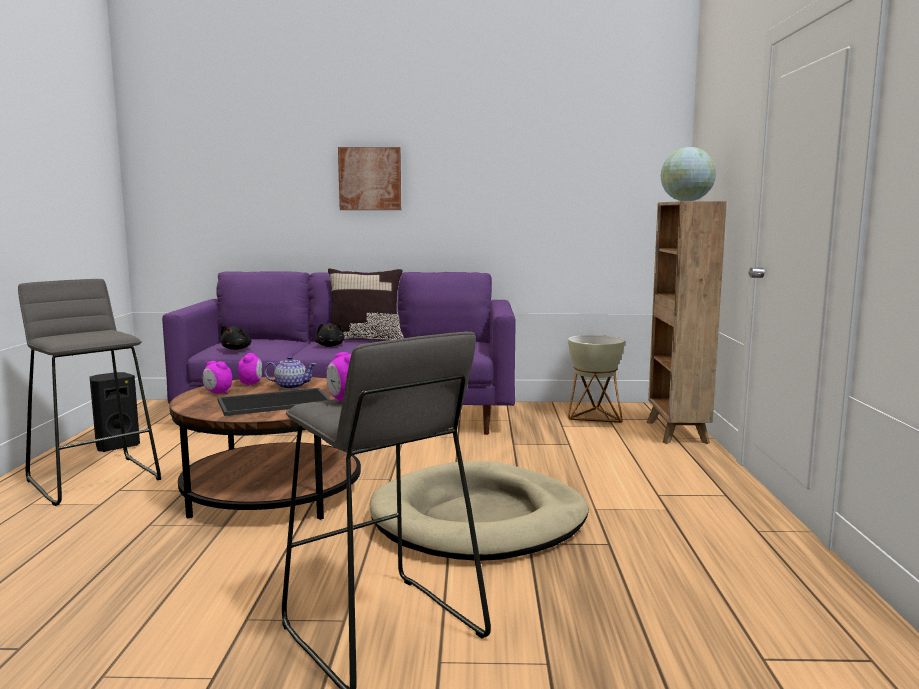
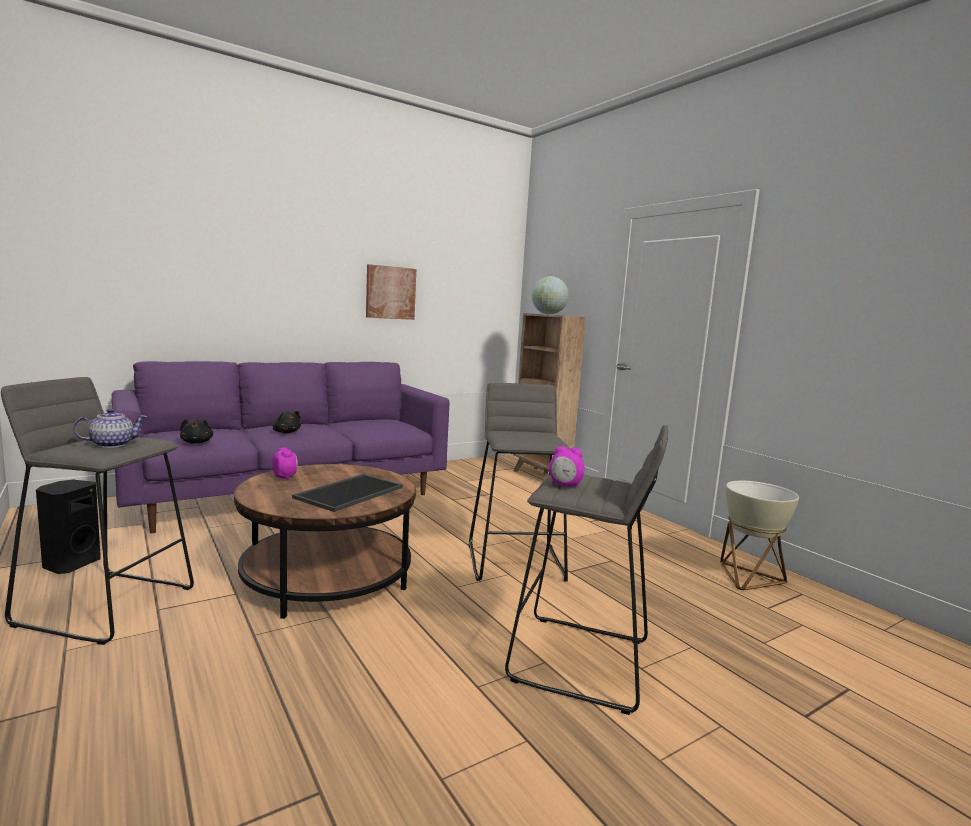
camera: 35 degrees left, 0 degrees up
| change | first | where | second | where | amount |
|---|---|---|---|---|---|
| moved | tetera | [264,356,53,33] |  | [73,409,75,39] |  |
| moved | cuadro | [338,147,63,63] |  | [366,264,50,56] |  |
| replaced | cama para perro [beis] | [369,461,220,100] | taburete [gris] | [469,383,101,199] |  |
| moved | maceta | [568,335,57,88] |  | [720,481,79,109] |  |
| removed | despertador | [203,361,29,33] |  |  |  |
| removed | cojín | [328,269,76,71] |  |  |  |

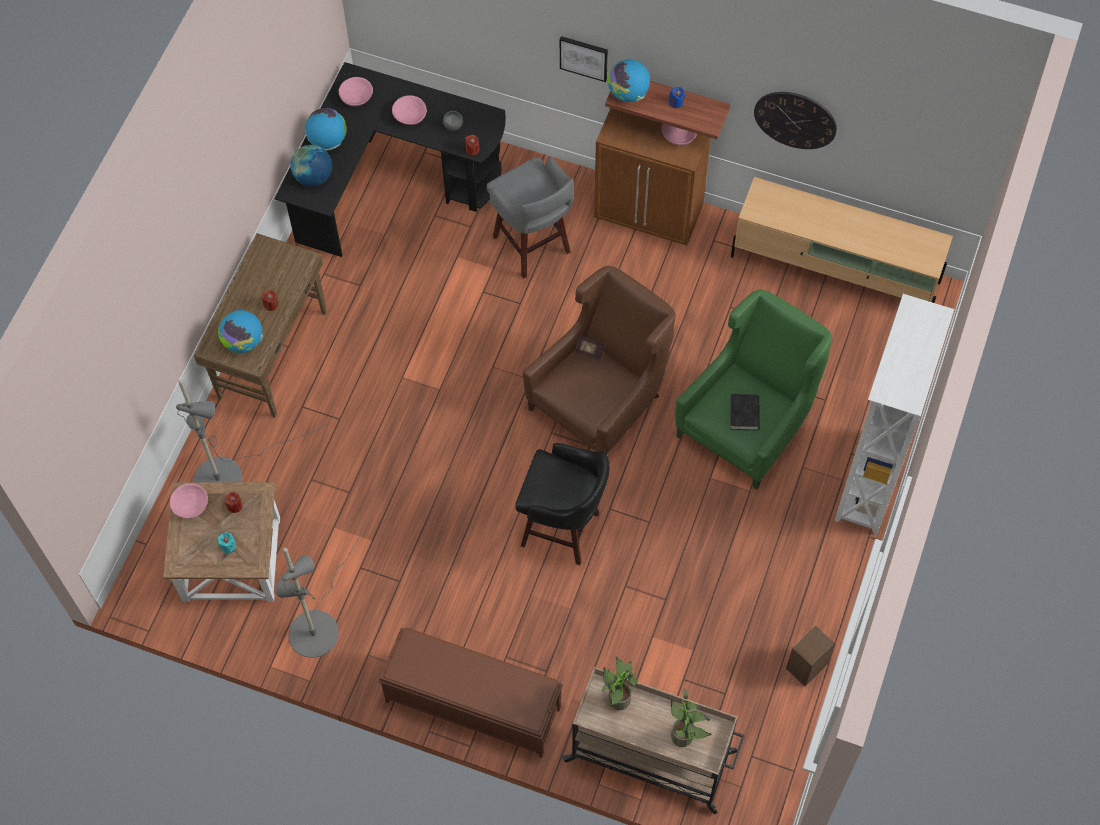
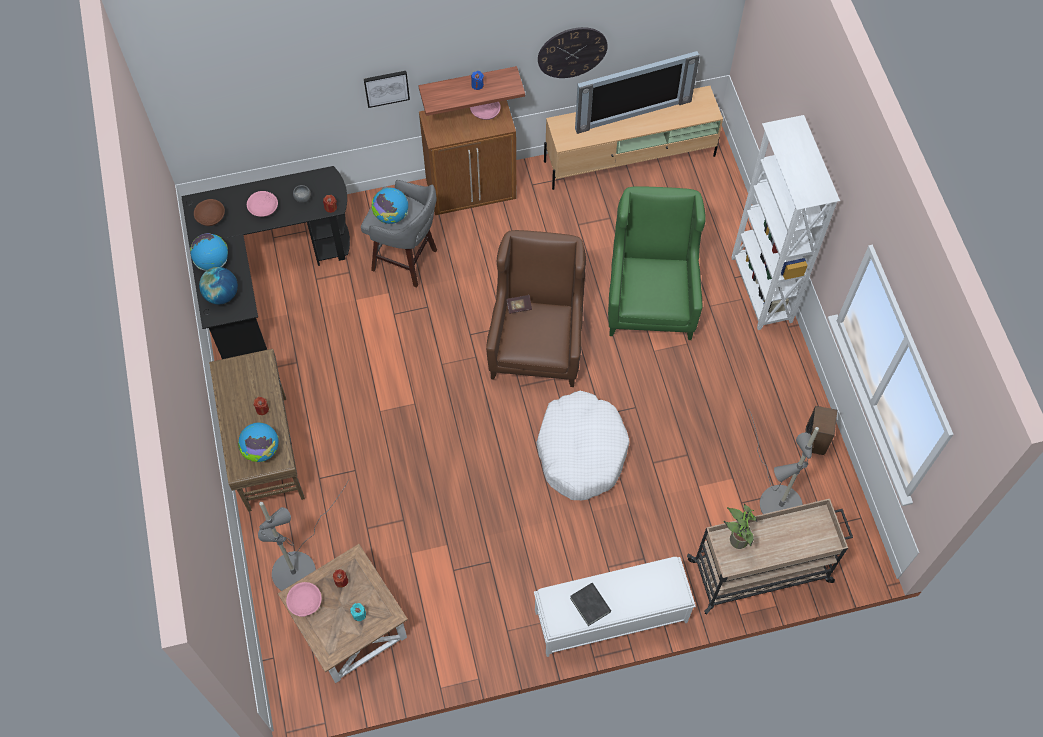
camera: 35 degrees left, 0 degrees up
| change | first | where | second | where | amount |
|---|---|---|---|---|---|
| recoloured | cuenco [rosa] | [338,77,35,29] | cuenco [marrón] | [194,199,31,27] |  |
| moved | globo terráqueo | [607,59,43,43] |  | [372,188,36,36] |  |
| recoloured | banco [marrón] | [378,628,185,130] | banco [blanco] | [534,557,162,100] |  |
| replaced | taburete [negro] | [515,443,95,122] | cama para perro [blanco] | [536,391,93,109] |  |
| moved | libro [negro] | [730,394,30,36] |  | [570,583,41,43] |  |
| added |  |  | televisor | [575,51,125,83] |  |
| moved | lámpara de pie [gris] | [275,525,90,133] |  | [749,410,70,104] |  |
| removed | planta en maceta | [671,688,41,59] |  |  |  |

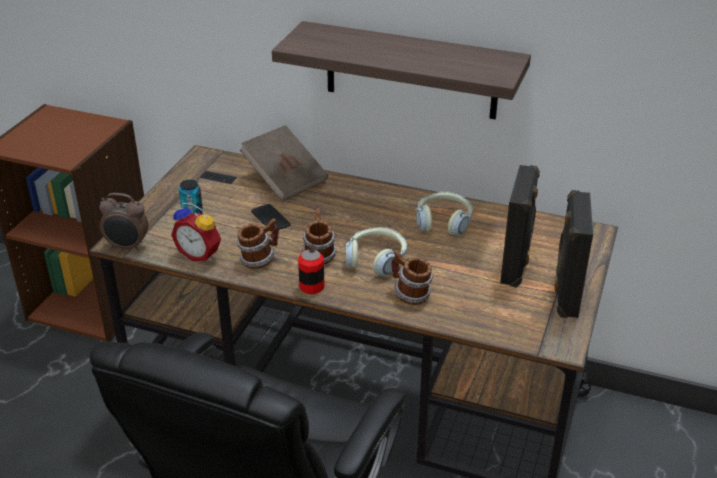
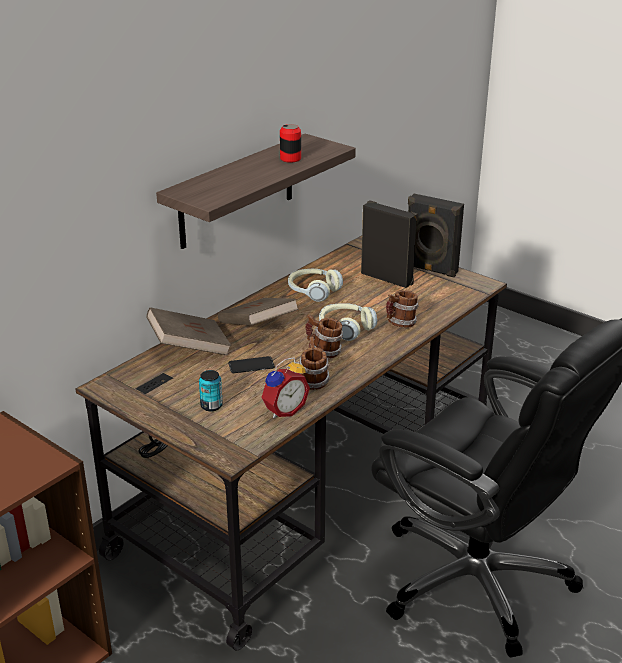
camera: 70 degrees left, 5 degrees down
| change | first | where | second | where | amount |
|---|---|---|---|---|---|
| added |  |  | libro [marrón] | [218,298,81,27] |  |
| moved | lata | [298,249,27,45] |  | [280,124,21,39] |  |
| removed | despertador | [99,193,49,58] |  |  |  |

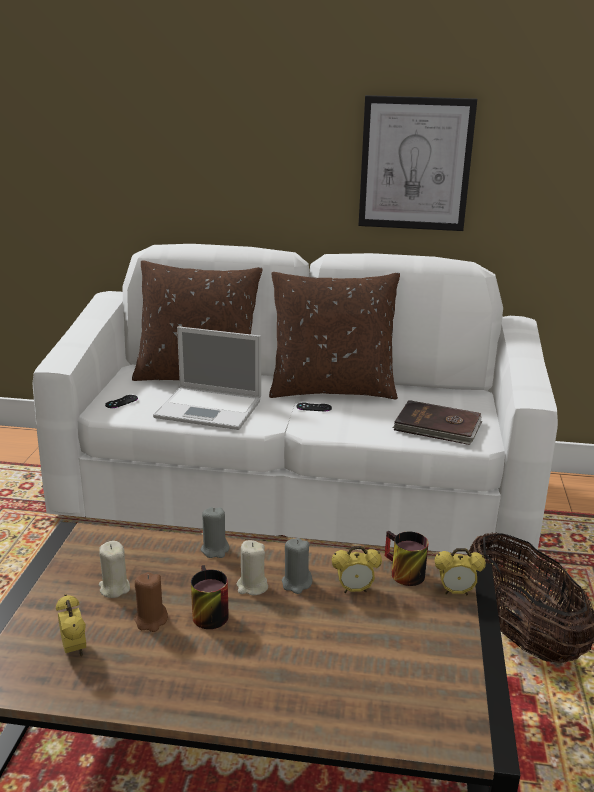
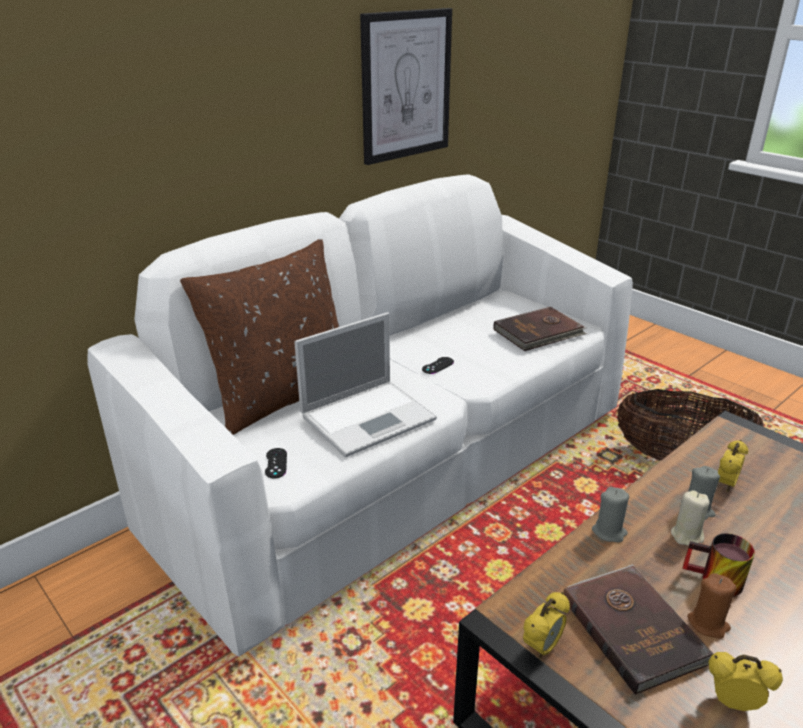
camera: 50 degrees left, 5 degrees up
| change | first | where | second | where | amount |
|---|---|---|---|---|---|
| moved | despertador | [434,548,52,47] |  | [523,592,47,67] |  |
| replaced | vela [beis] | [99,541,31,57] | libro [marrón] | [563,564,150,131] |  |
| removed | cojín [marrón] | [269,272,131,127] |  |  |  |
| removed | taza grande | [385,531,44,55] |  |  |  |

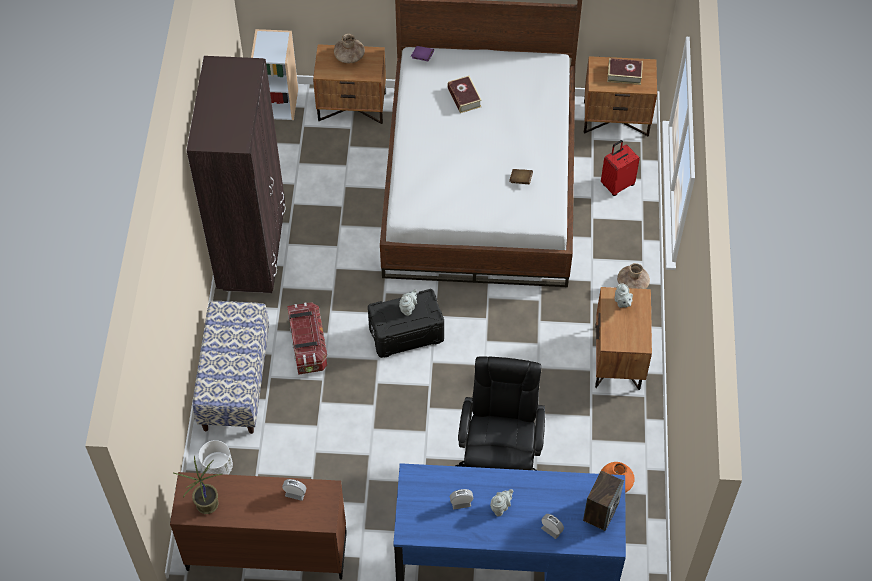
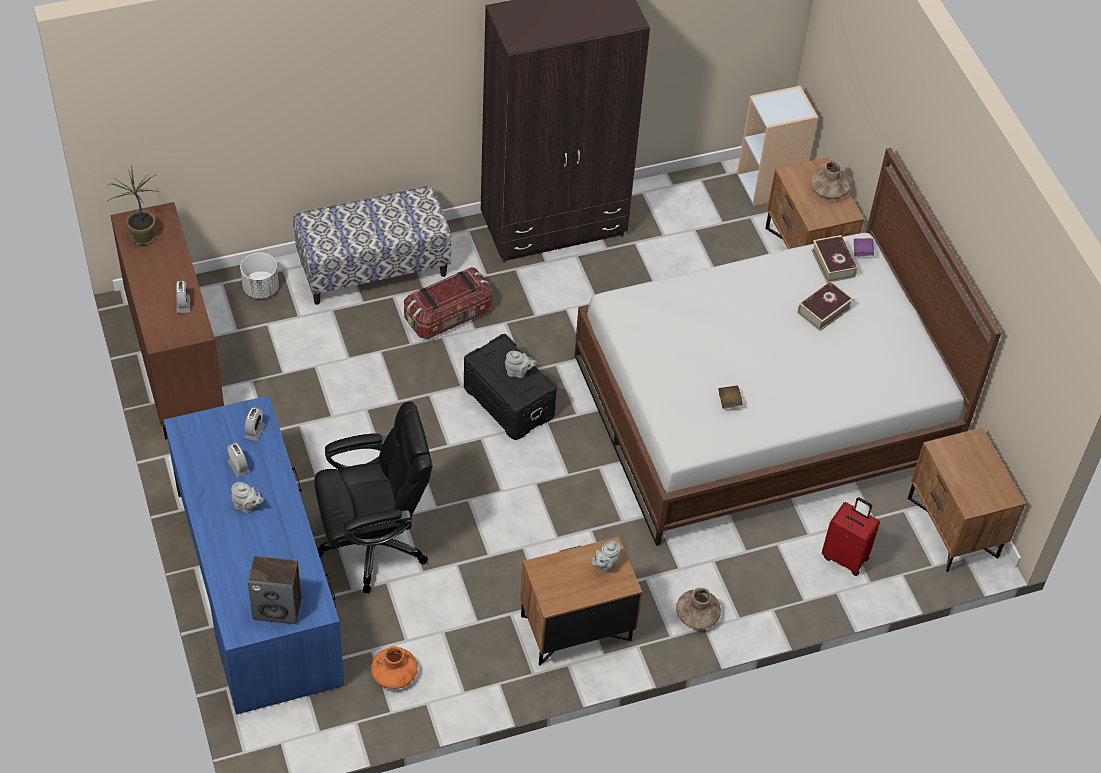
camera: 65 degrees right, 5 degrees down
| change | first | where | second | where | amount |
|---|---|---|---|---|---|
| moved | despertador | [541,514,23,25] |  | [244,407,21,34] |  |
| moved | libro | [607,58,36,27] |  | [811,235,46,48] |  |

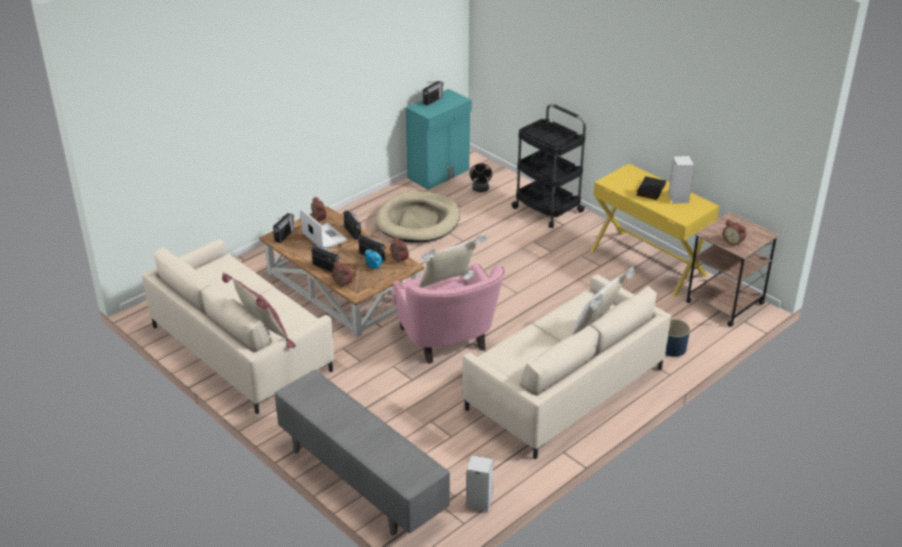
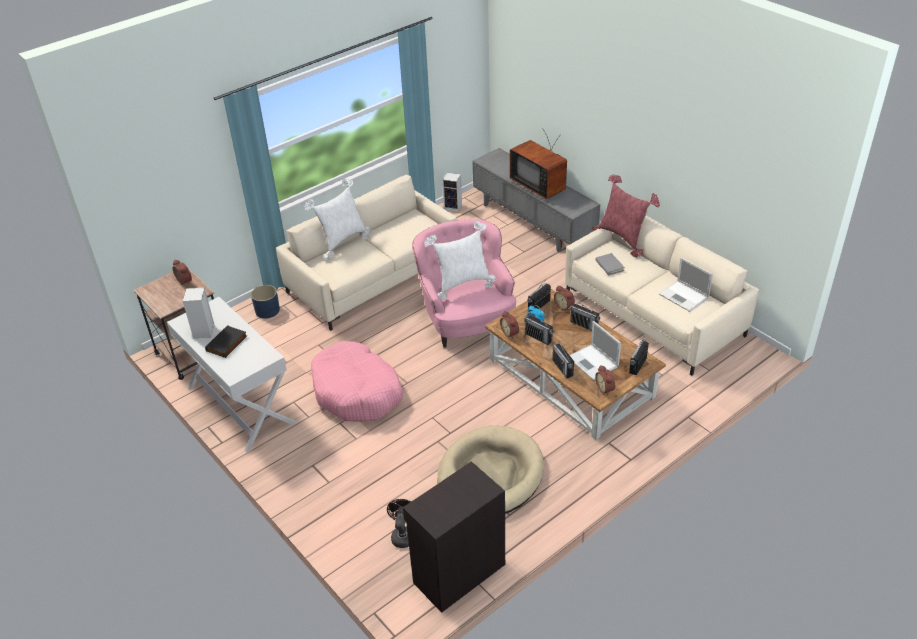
camera: 175 degrees left, 5 degrees up
| change | first | where | second | where | amount |
|---|---|---|---|---|---|
| recoloured | mesa consola [amarillo] | [590,164,130,133] | mesa consola [blanco] | [167,297,130,155] |  |
| added |  |  | cama para perro [rosa] | [311,341,92,81] |  |
| recoloured | armario [turquesa] | [406,89,66,101] | armario [negro] | [403,461,102,152] |  |
| added |  |  | televisor | [510,128,57,71] |  |
| moved | radio | [423,81,21,25] |  | [527,280,24,32] |  |
| added |  |  | libro [gris] | [595,253,30,22] |  |
| added |  |  | portátil | [659,257,54,55] |  |
| removed | carrito [negro] | [511,104,75,124] |  |  |  |

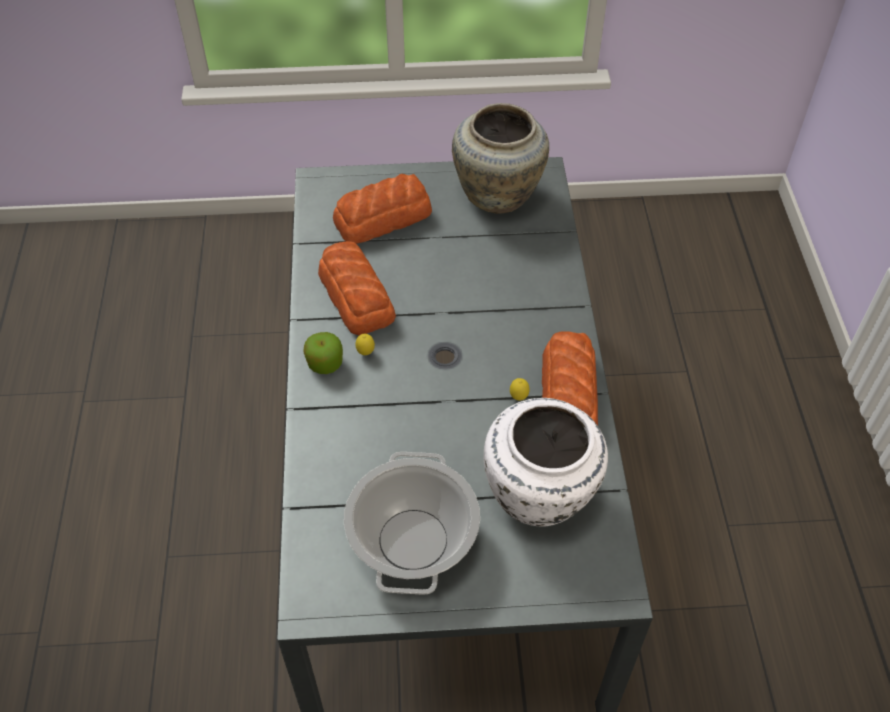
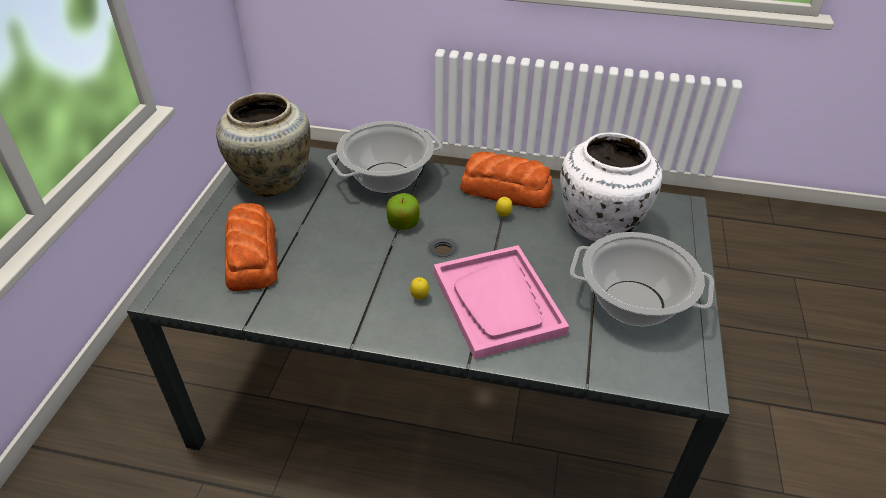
camera: 75 degrees left, 10 degrees down
| change | first | where | second | where | amount |
|---|---|---|---|---|---|
| added |  |  | olla | [327,121,115,72] |  |
| moved | manzana | [303,332,40,42] |  | [386,193,33,37] |  |
| added |  |  | bandeja [rosa] | [434,245,135,114] |  |
| removed | pan | [318,241,78,94] |  |  |  |

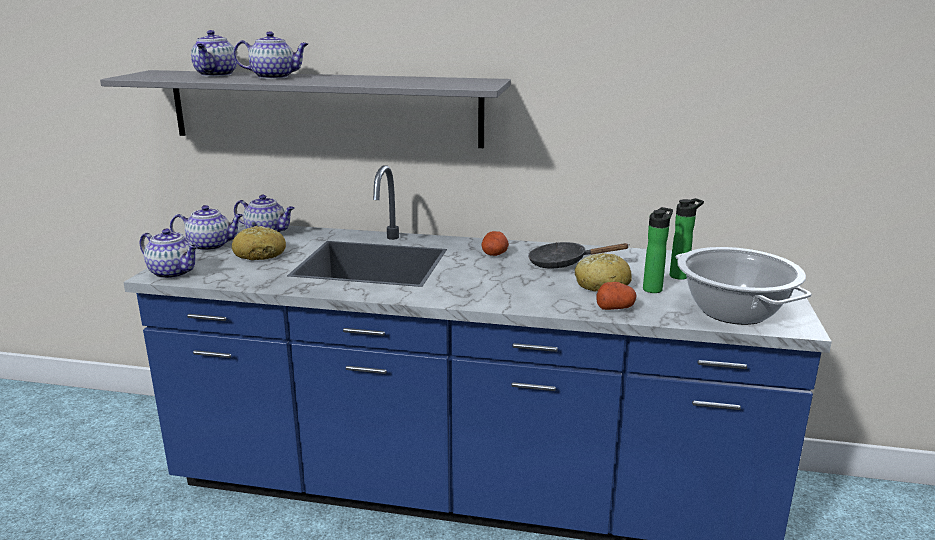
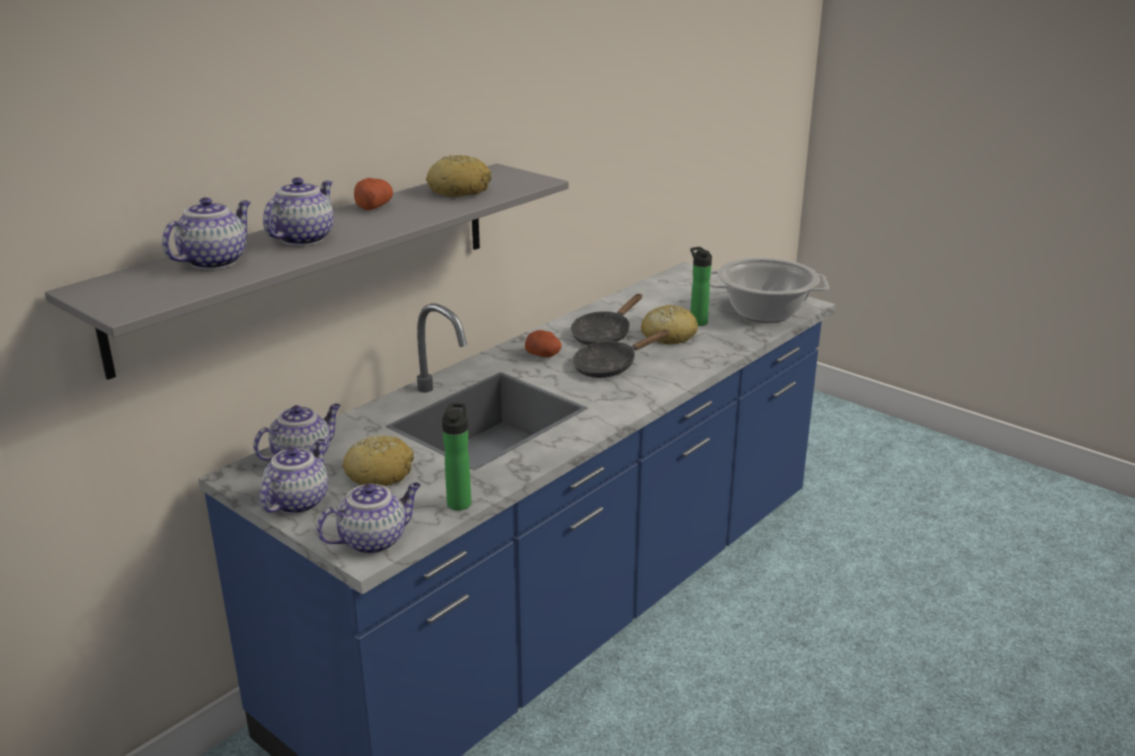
camera: 60 degrees left, 5 degrees up
| change | first | where | second | where | amount |
|---|---|---|---|---|---|
| turned | tetera | [191,30,46,47] |  | [162,197,89,73] | 90 degrees counterclockwise |
| moved | patata | [597,282,40,28] |  | [354,178,39,32] |  |
| added |  |  | pan | [426,155,66,42] |  |
| moved | botella | [670,198,34,82] |  | [442,403,29,108] |  |
| added |  |  | sartén [negro] | [572,330,98,48] |  |

